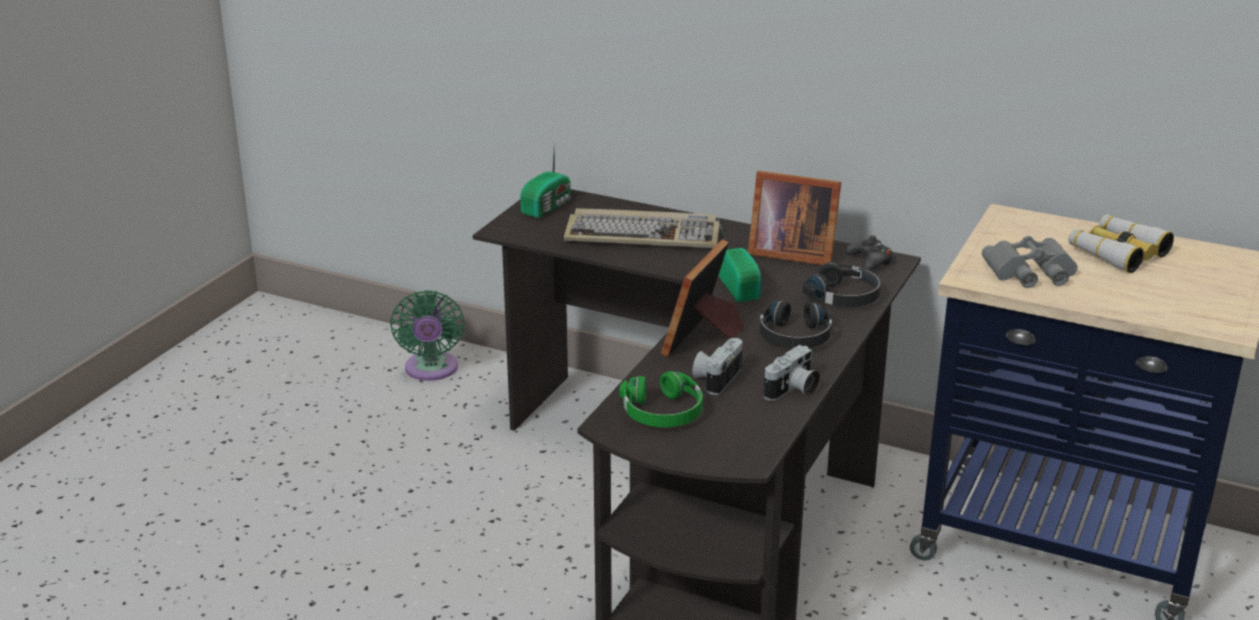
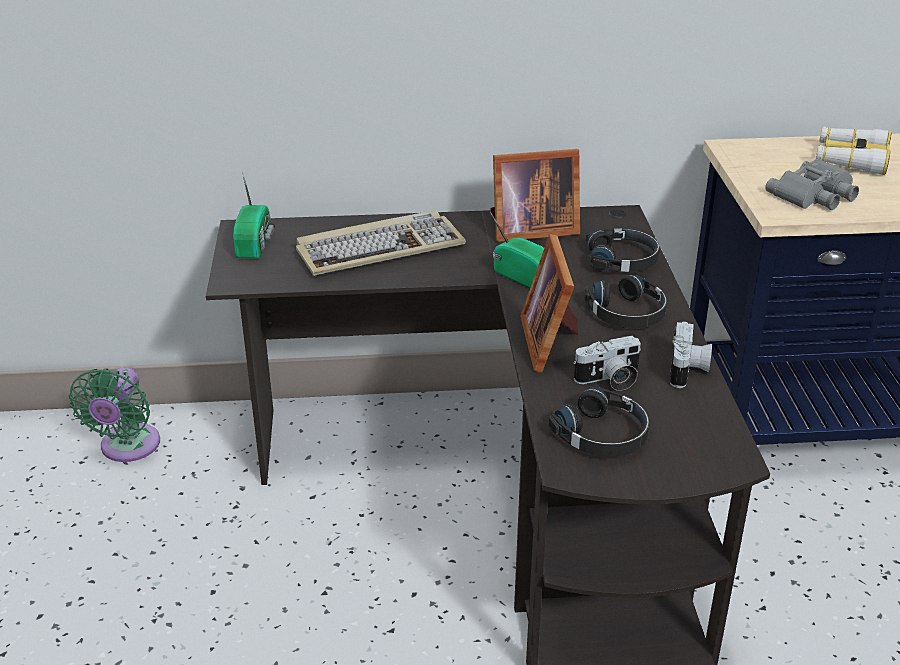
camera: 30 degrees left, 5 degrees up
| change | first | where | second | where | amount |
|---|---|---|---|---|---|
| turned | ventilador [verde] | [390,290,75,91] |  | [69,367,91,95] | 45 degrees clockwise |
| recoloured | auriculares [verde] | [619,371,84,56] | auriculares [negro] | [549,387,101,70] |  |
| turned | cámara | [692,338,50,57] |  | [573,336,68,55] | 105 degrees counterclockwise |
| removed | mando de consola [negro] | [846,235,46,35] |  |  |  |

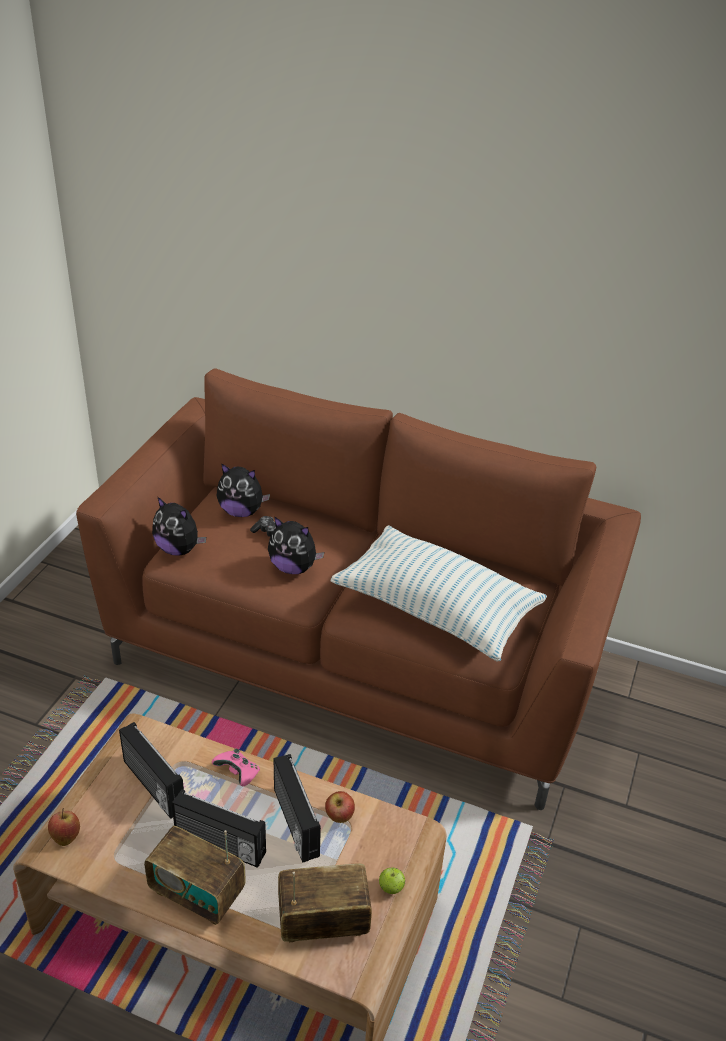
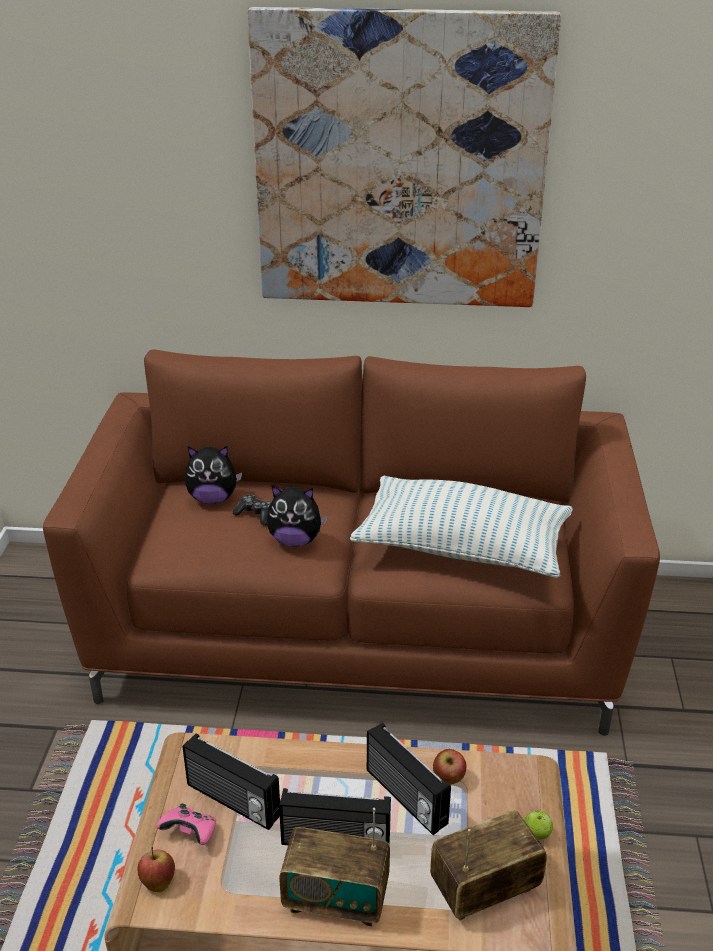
camera: 15 degrees left, 5 degrees down
| change | first | where | second | where | amount |
|---|---|---|---|---|---|
| moved | mando de consola [rosa] | [212,749,48,37] |  | [157,803,59,42] |  |
| added |  |  | cuadro | [247,7,314,300] |  |
| removed | peluche | [152,497,54,59] |  |  |  |

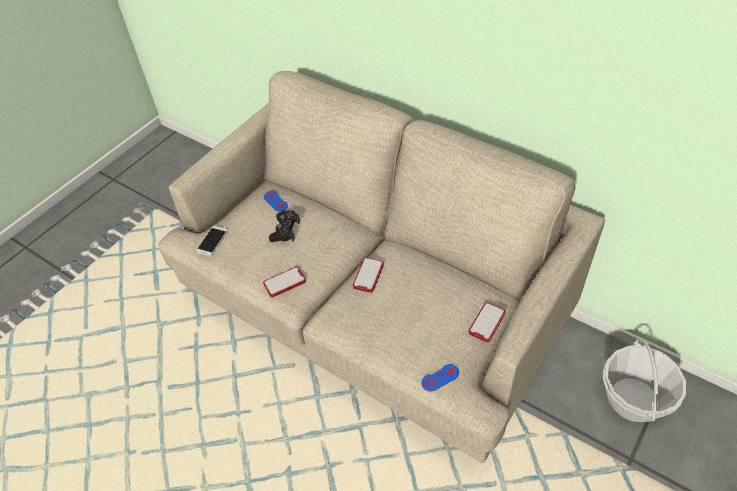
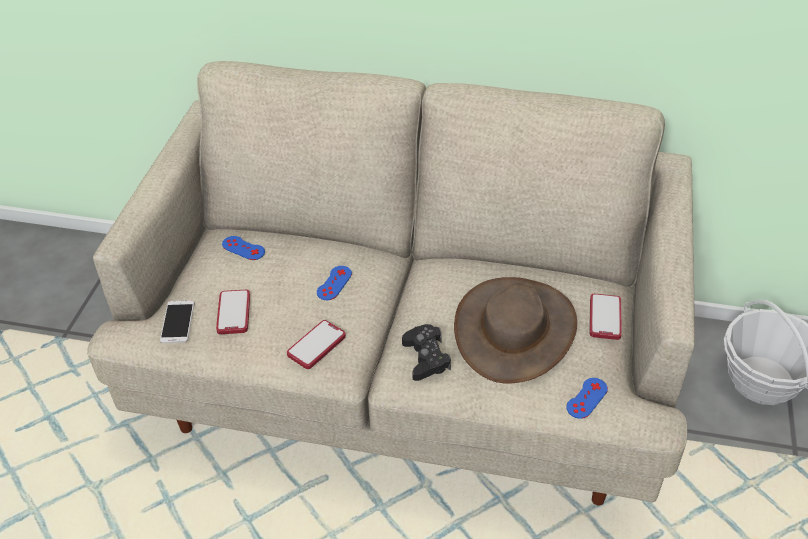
camera: 25 degrees left, 5 degrees down
| change | first | where | second | where | amount |
|---|---|---|---|---|---|
| moved | móvil | [353,257,31,36] |  | [216,290,34,44] |  |
| added |  |  | mando de consola [azul] | [317,266,35,34] |  |
| moved | mando de consola [negro] | [269,210,31,32] |  | [402,324,49,57] |  |
| added |  |  | sombrero [marrón] | [454,277,123,107] |  |

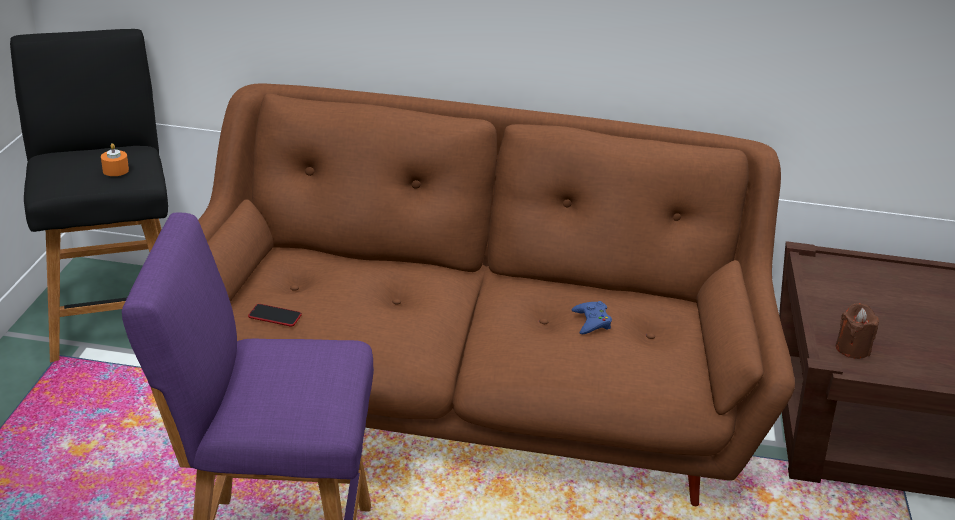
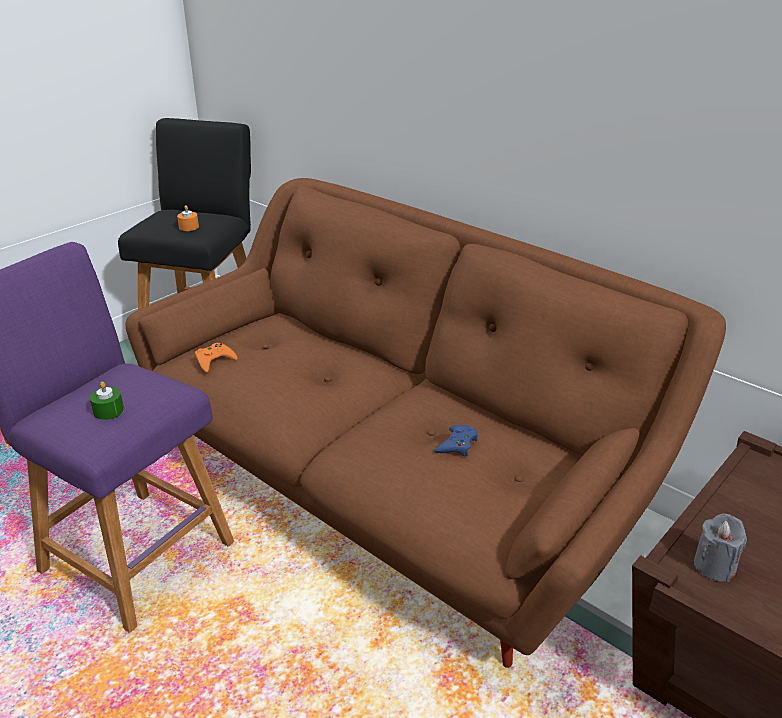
camera: 35 degrees right, 0 degrees up
| change | first | where | second | where | amount |
|---|---|---|---|---|---|
| added |  |  | vela [verde] | [90,381,34,39] |  |
| replaced | móvil | [248,304,54,23] | mando de consola [naranja] | [195,343,43,29] |  |
| recoloured | vela [marrón] | [836,303,43,56] | vela [gris] | [694,514,53,68] |  |

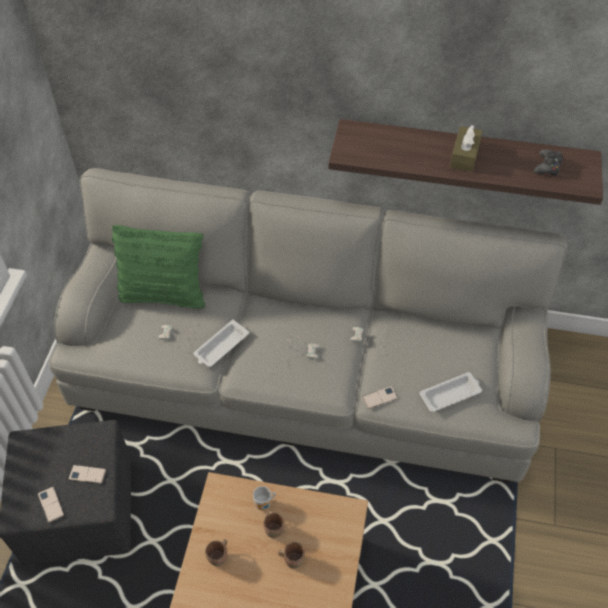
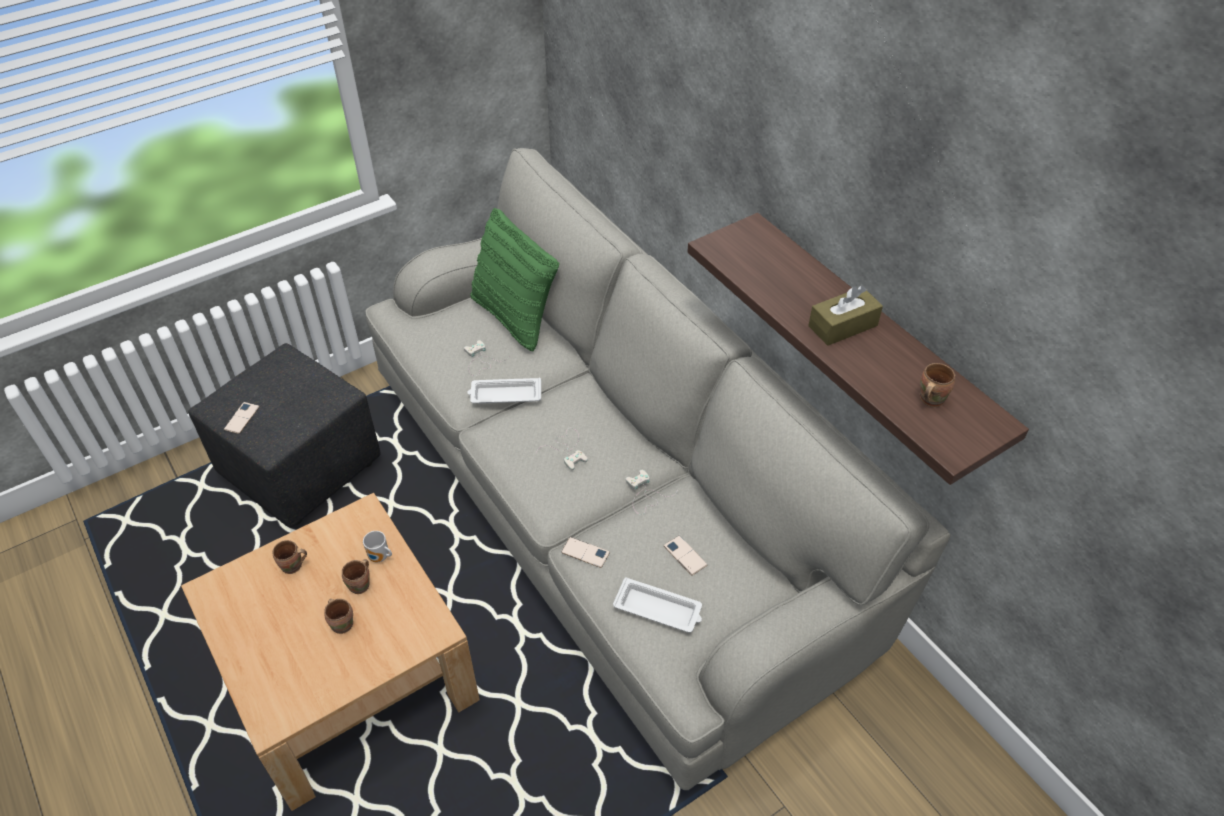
camera: 45 degrees right, 5 degrees down
| change | first | where | second | where | amount |
|---|---|---|---|---|---|
| moved | móvil | [69,465,37,19] |  | [664,535,43,41] |  |
| replaced | mando de consola [negro] | [534,149,29,27] | taza grande [marrón] | [920,363,35,44] |  |

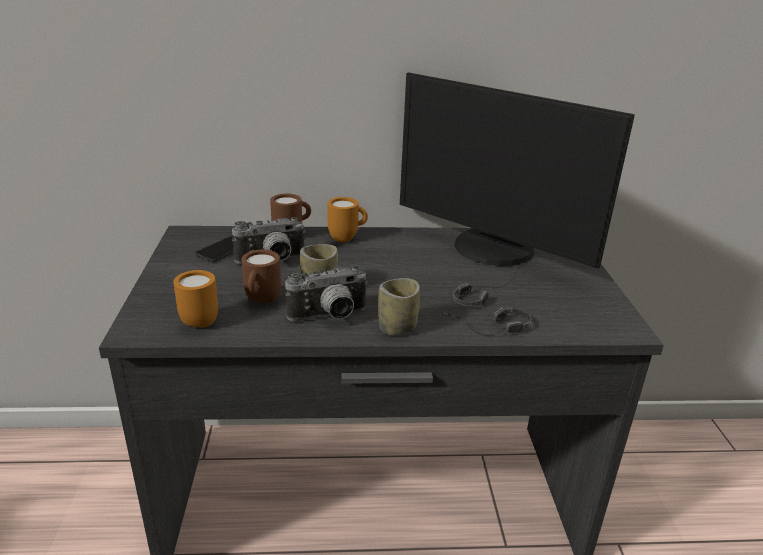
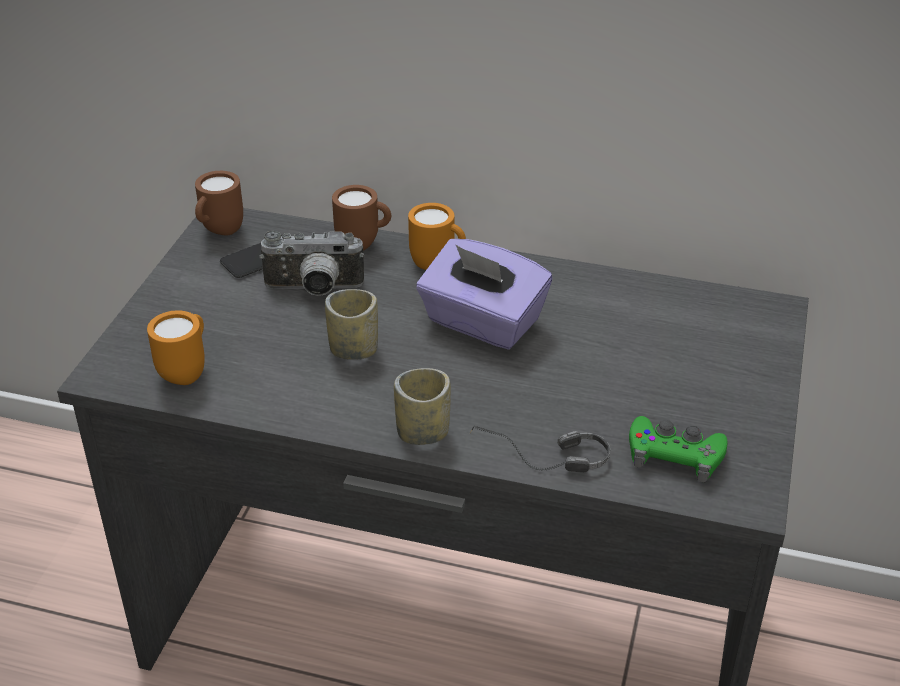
camera: 20 degrees right, 10 degrees up
| change | first | where | second | where | amount |
|---|---|---|---|---|---|
| moved | taza grande [marrón] | [241,250,40,53] |  | [195,171,48,65] |  |
| added |  |  | caja de pañuelos [morado] | [416,239,136,110] |  |
| added |  |  | mando de consola [verde] | [629,416,99,67] |  |
| removed | cámara | [285,266,83,55] |  |  |  |
| removed | monitor | [400,72,235,197] |  |  |  |
| removed | auriculares | [453,262,70,44] |  |  |  |

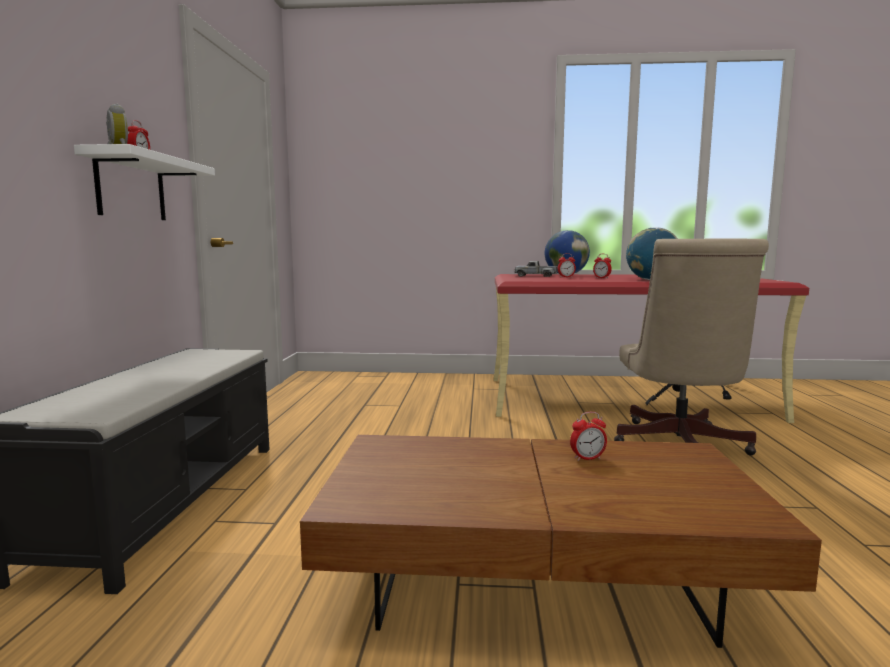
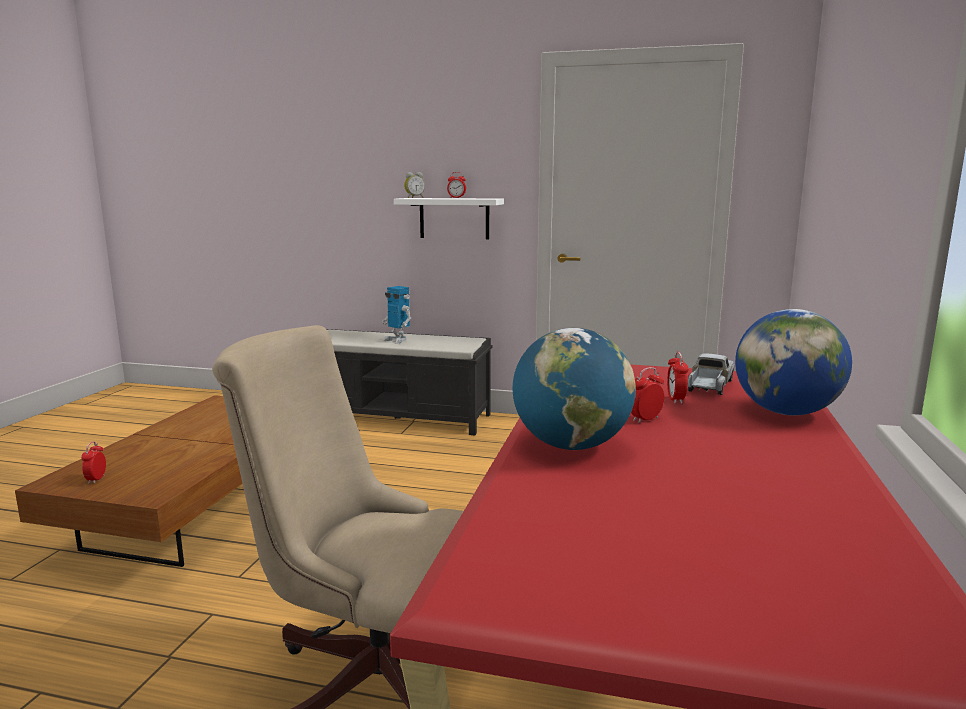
camera: 100 degrees right, 5 degrees up
| change | first | where | second | where | amount |
|---|---|---|---|---|---|
| moved | despertador | [570,412,37,49] |  | [81,441,25,43] |  |
| added |  |  | robot de juguete | [382,286,29,58] |  |

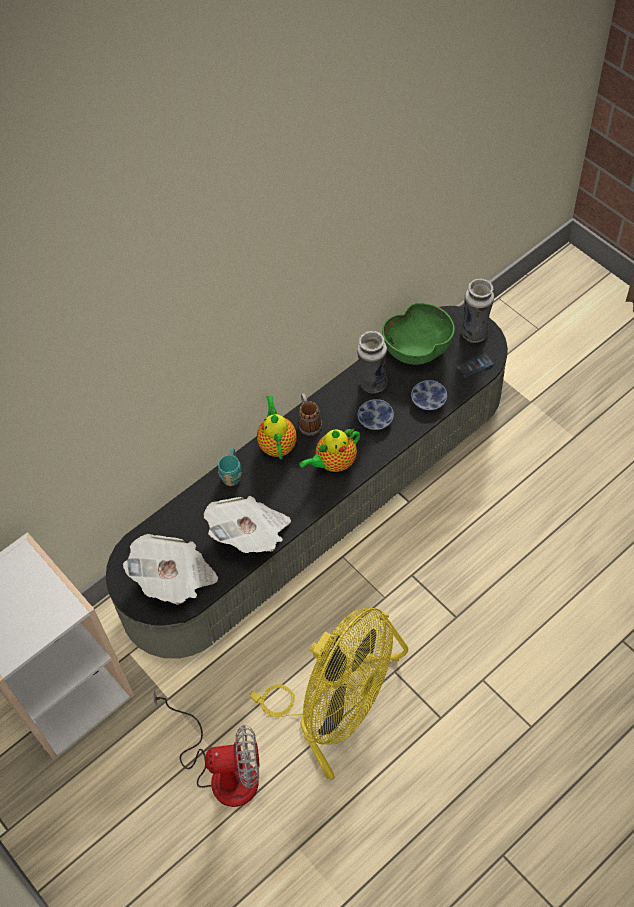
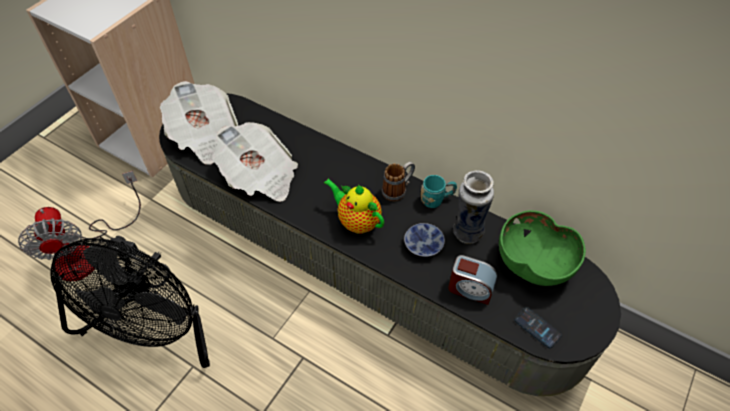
camera: 70 degrees right, 5 degrees down
| change | first | where | second | where | amount |
|---|---|---|---|---|---|
| recoloured | ventilador [amarillo] | [250,608,158,172] | ventilador [negro] | [51,236,159,132] |  |
| moved | taza grande [turquesa] | [218,448,24,38] |  | [421,175,36,33] |  |
| replaced | cuenco | [411,380,36,30] | despertador | [448,255,49,50] |  |
| removed | tetera | [257,395,40,64] |  |  |  |
| removed | florero | [461,279,33,64] |  |  |  |

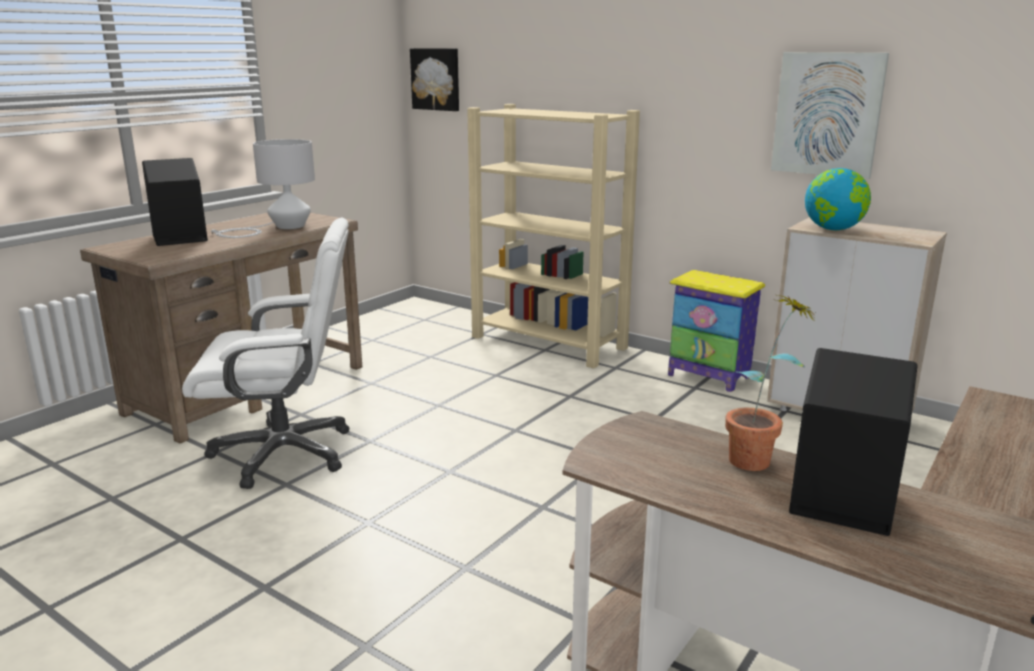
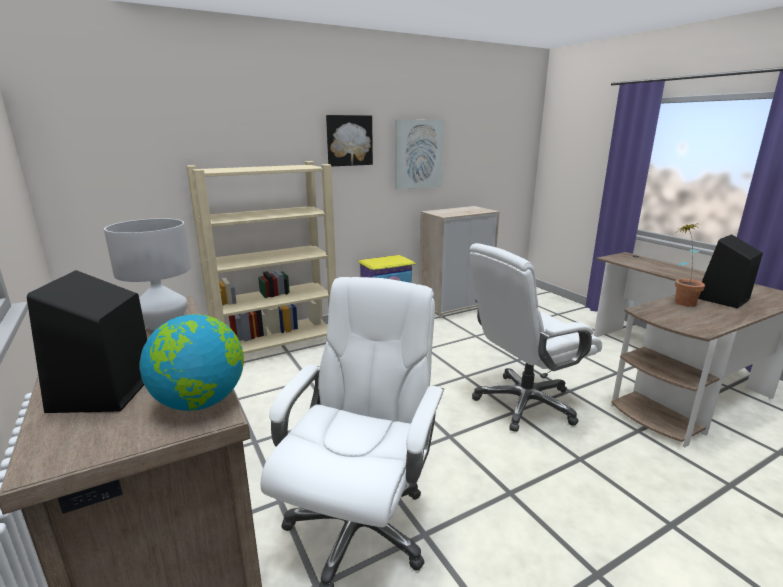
camera: 65 degrees left, 0 degrees up
| change | first | where | second | where | amount |
|---|---|---|---|---|---|
| moved | globo terráqueo | [805,168,66,62] |  | [140,314,104,97] |  |
| moved | cuadro | [410,48,49,63] |  | [326,115,47,51] |  |
| added |  |  | silla de oficina [blanco] | [469,243,133,189] |  |

